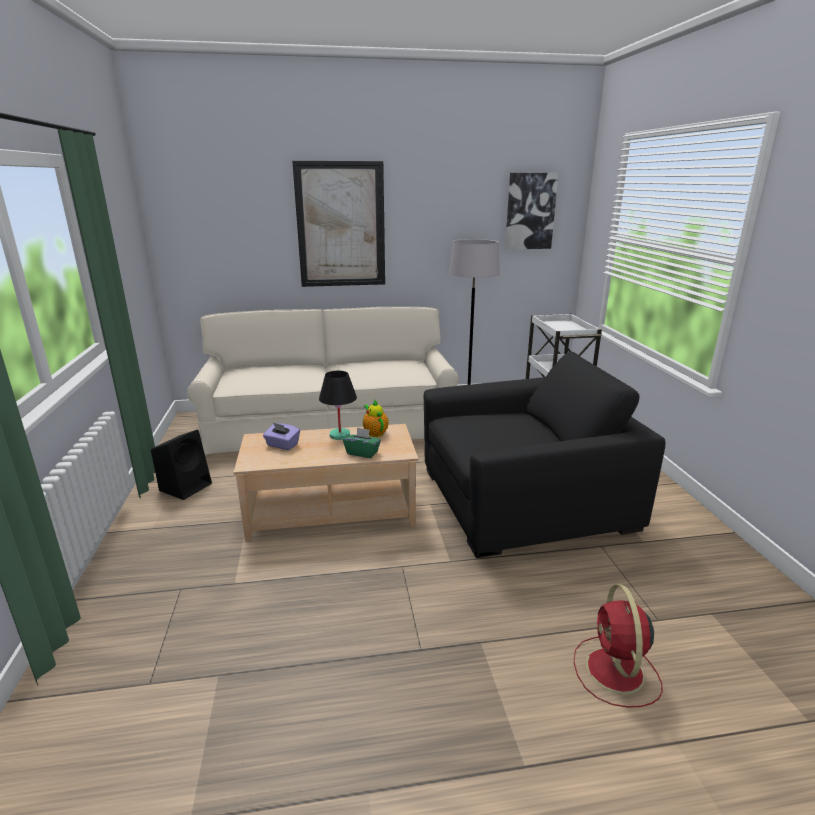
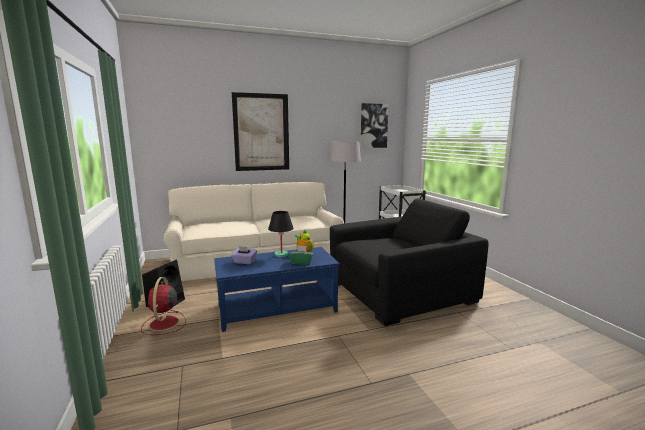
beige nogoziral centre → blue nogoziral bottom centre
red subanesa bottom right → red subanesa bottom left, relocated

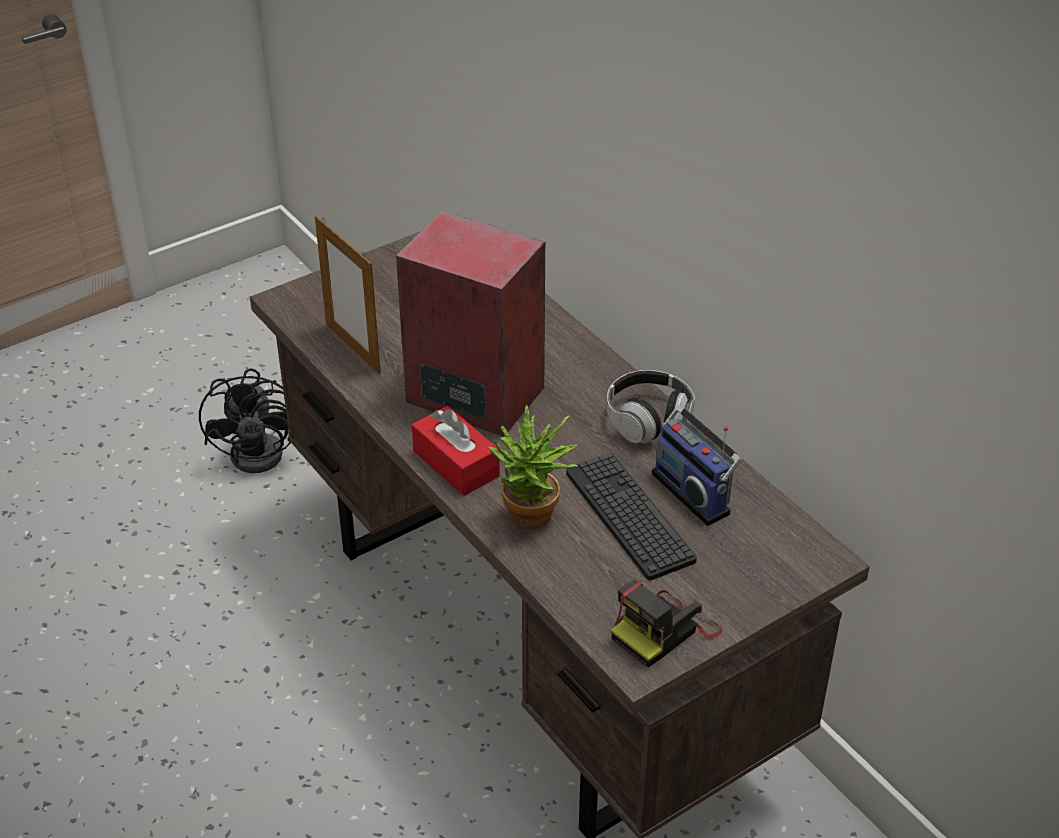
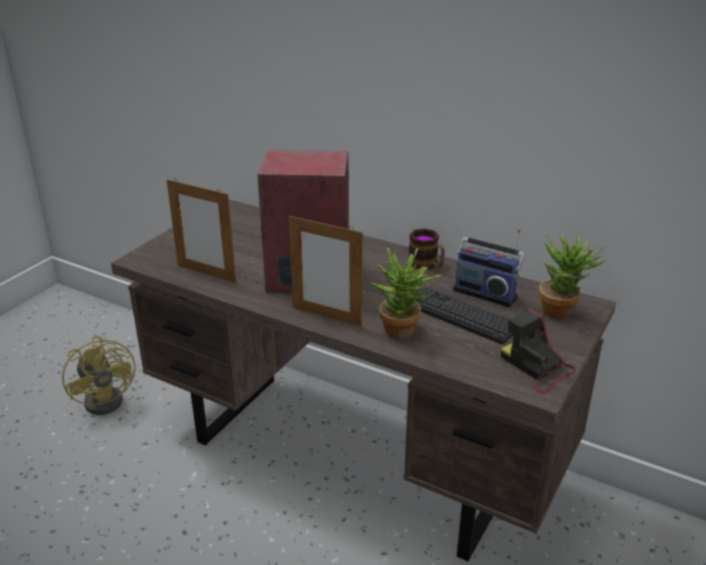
black subanesa middle left → yellow subanesa middle left
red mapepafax centre → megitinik (no. 2 from left) centre
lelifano centre → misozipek centre
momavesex bottom centre → momavesex middle right, 120 degrees clockwise
- → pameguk (no. 2 from left) middle right

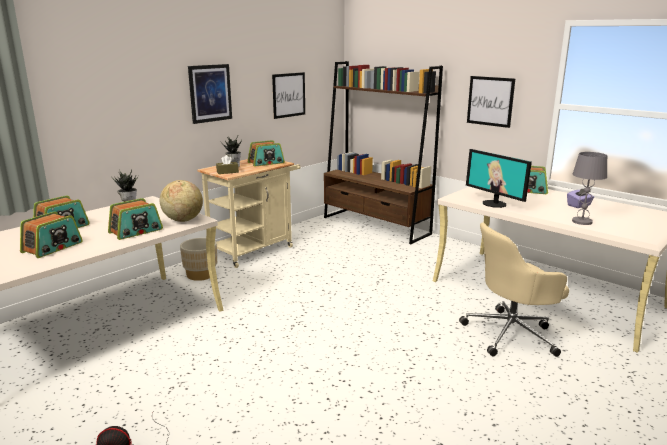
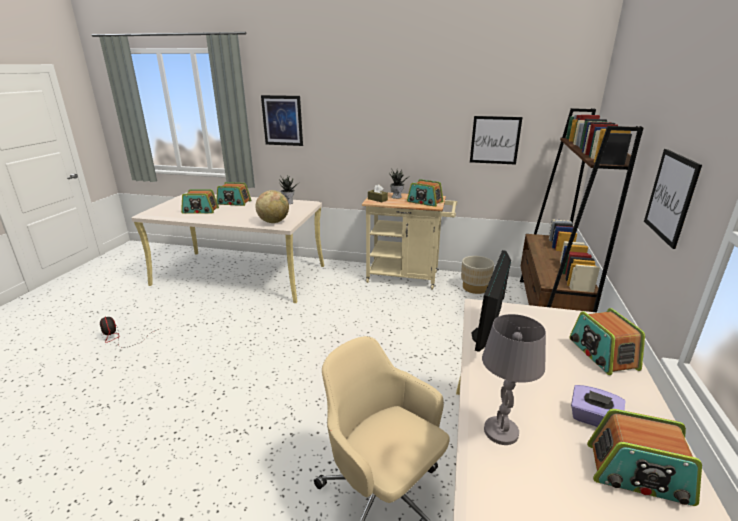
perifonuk (no. 3 from left in the first image) middle left → perifonuk (no. 5 from left) bottom right, relocated
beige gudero middle left → beige gudero centre, relocated
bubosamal (no. 1 from left) top left → bubosamal (no. 1 from left) top centre, relocated

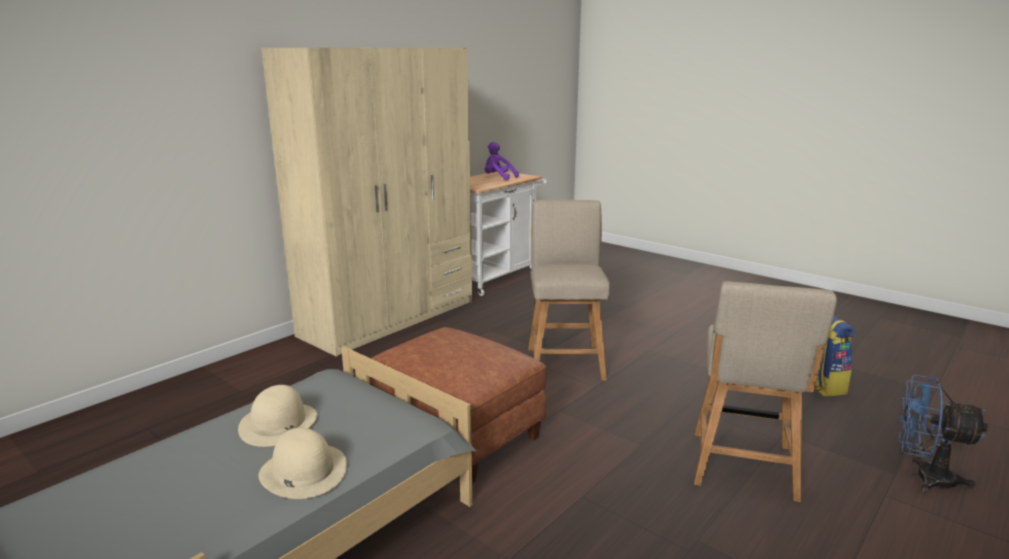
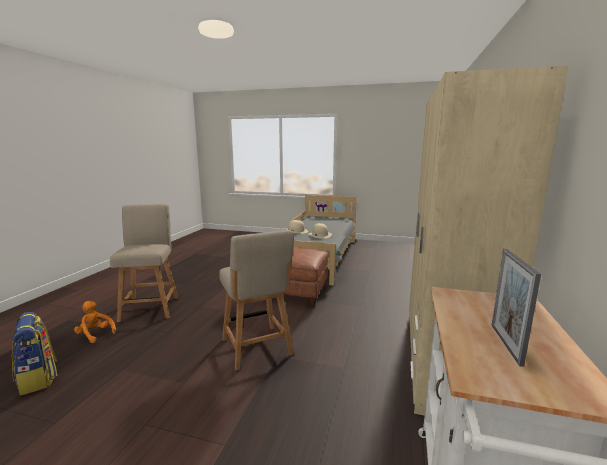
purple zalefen top centre → megitinik middle right
blue subanesa bottom right → -
- → orange zalefen bottom left

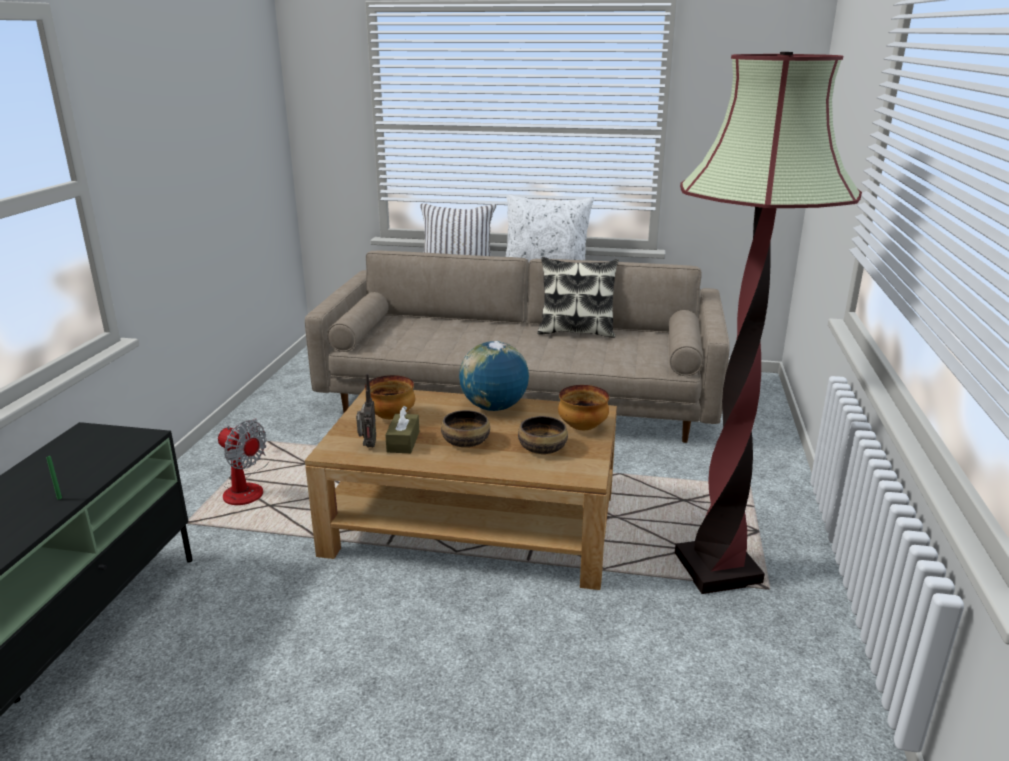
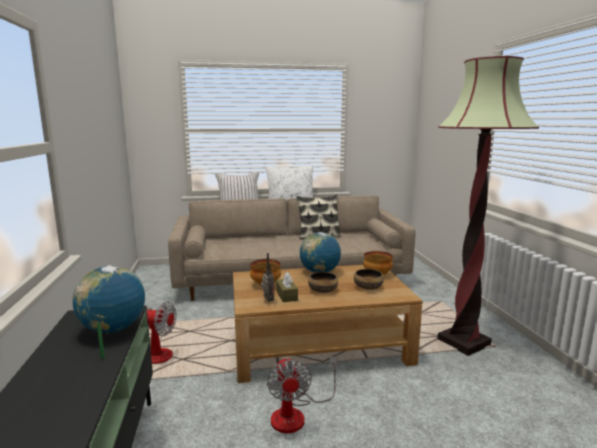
- → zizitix (no. 1 from left) bottom left
- → subanesa (no. 2 from left) bottom centre

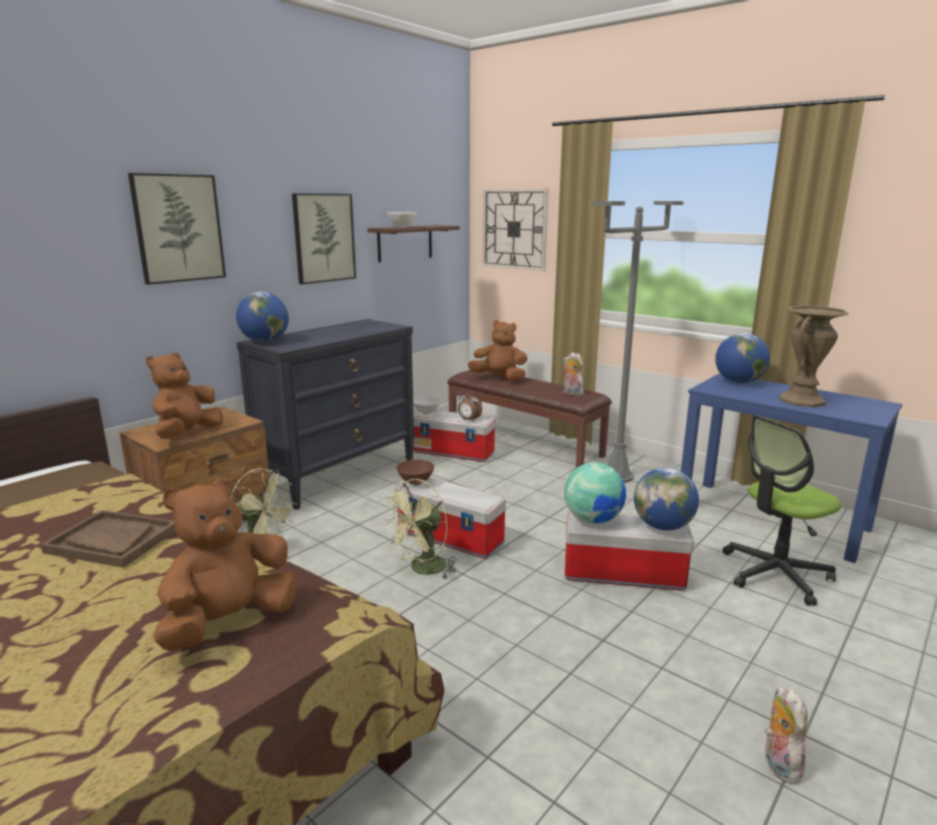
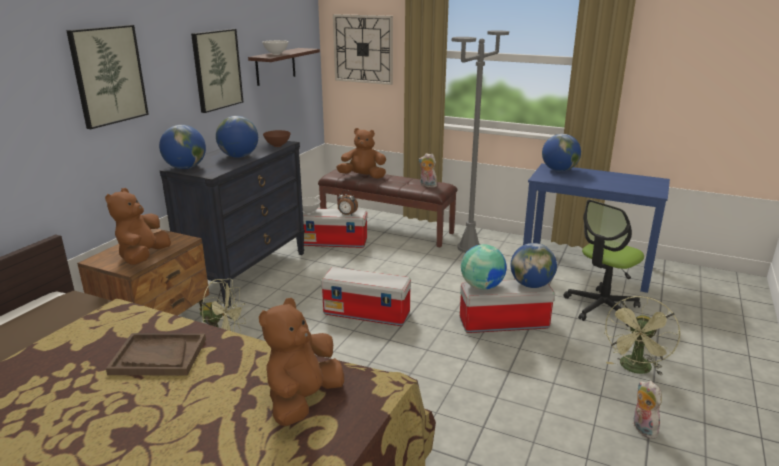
green subanesa (no. 2 from left) centre → green subanesa (no. 2 from left) bottom right, relocated
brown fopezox centre → brown fopezox top centre, relocated
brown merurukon middle right → -
- → zizitix (no. 2 from left) top left

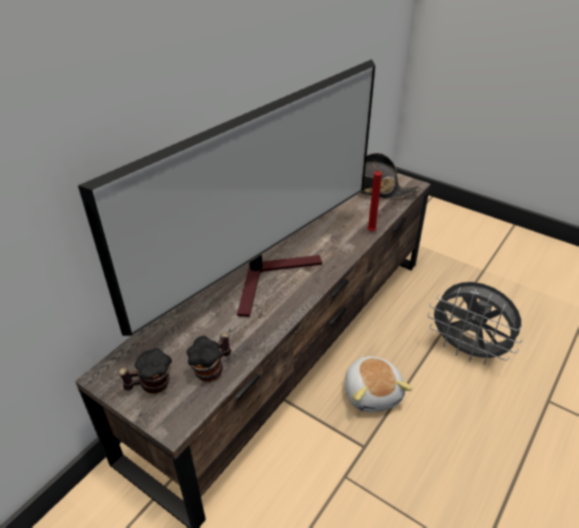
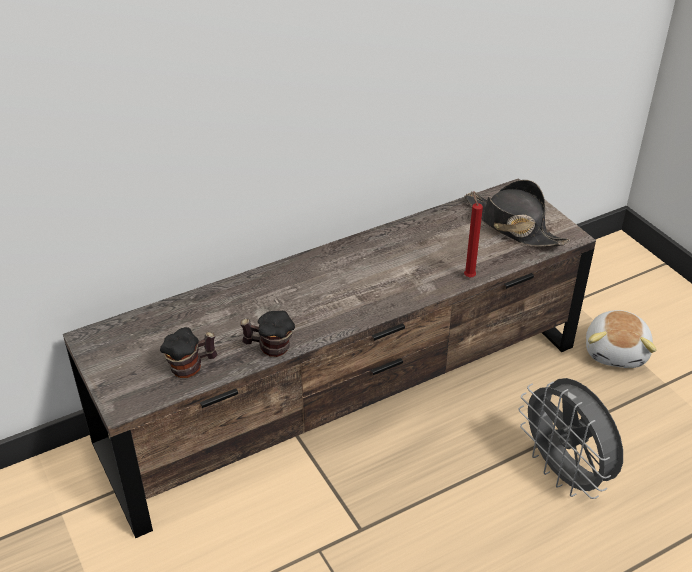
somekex centre → -
misozipek (no. 1 from left in the first image) bottom left → misozipek (no. 2 from left) centre, relocated
zalefen bottom centre → zalefen middle right, relocated

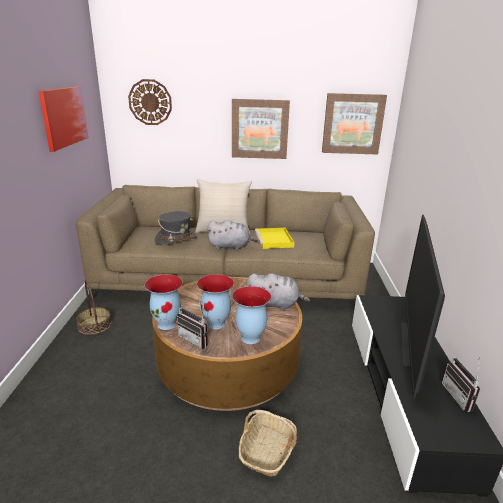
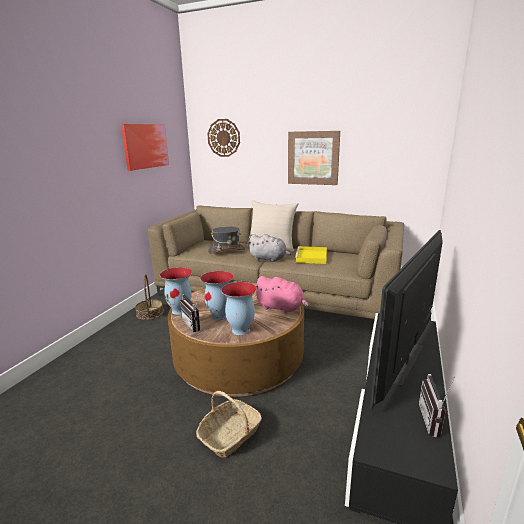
grey zalefen (no. 2 from left) centre → pink zalefen centre
bubosamal (no. 3 from left) top right → -

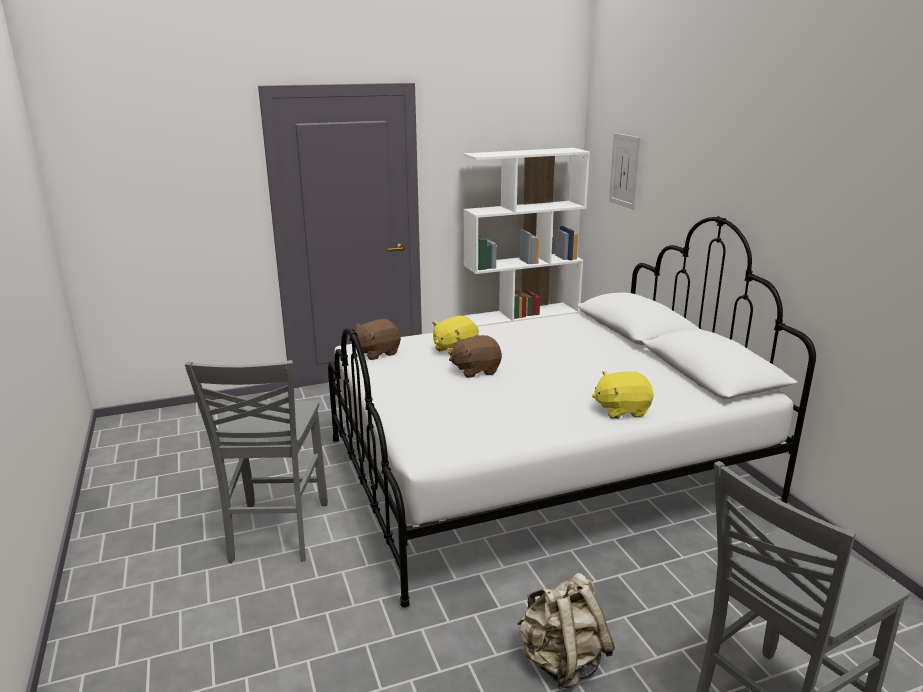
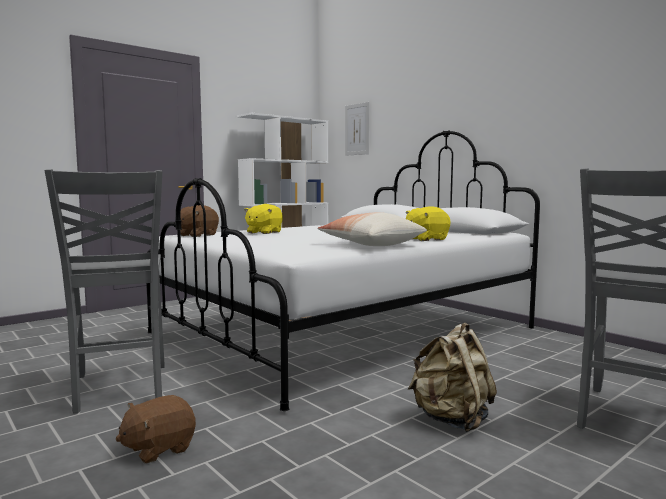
brown zalefen (no. 2 from left in the first image) centre → brown zalefen (no. 1 from left) bottom left, relocated
- → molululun centre

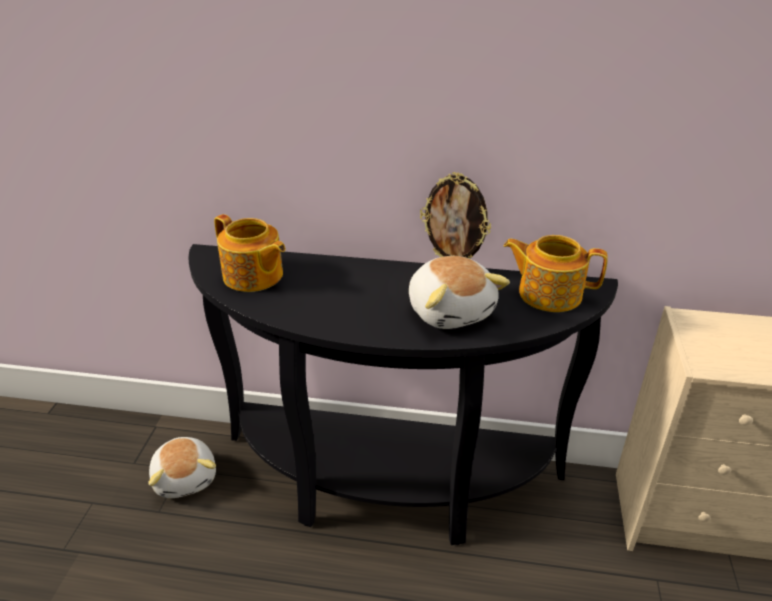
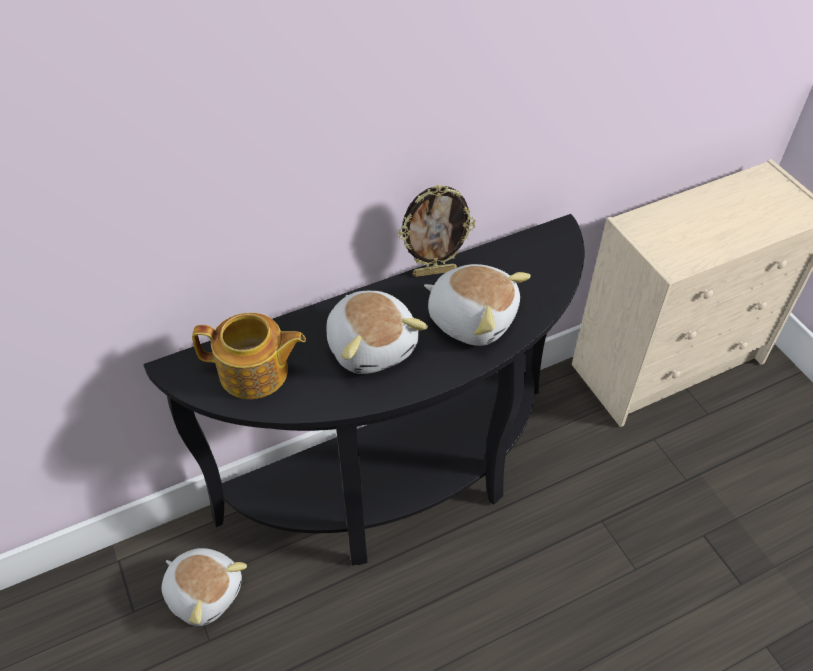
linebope (no. 2 from left) middle right → -
- → zalefen (no. 2 from left) centre

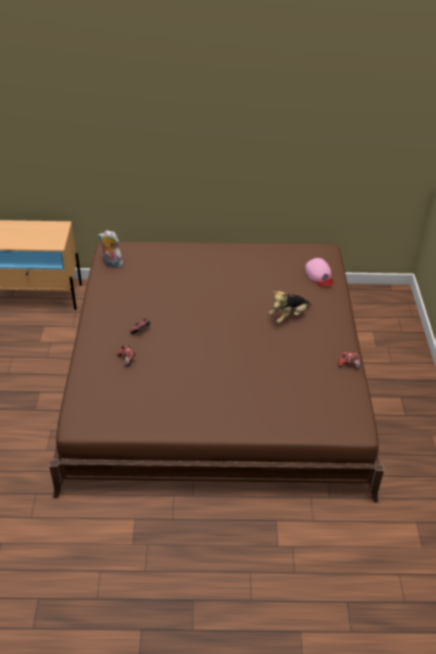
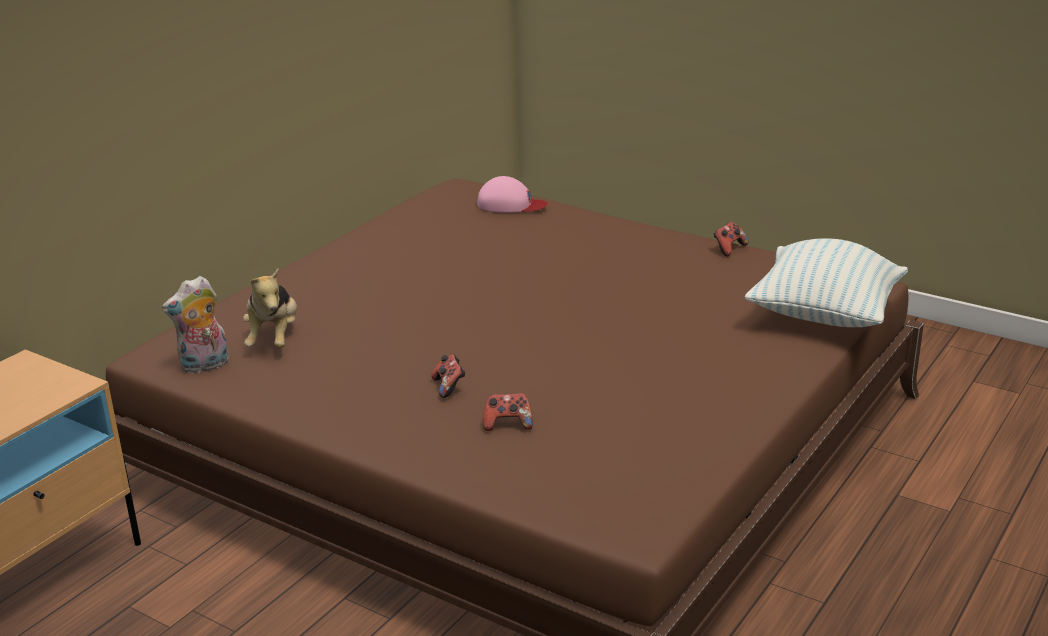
zalefen (no. 2 from left) centre → zalefen (no. 2 from left) middle left, relocated
- → molululun middle right

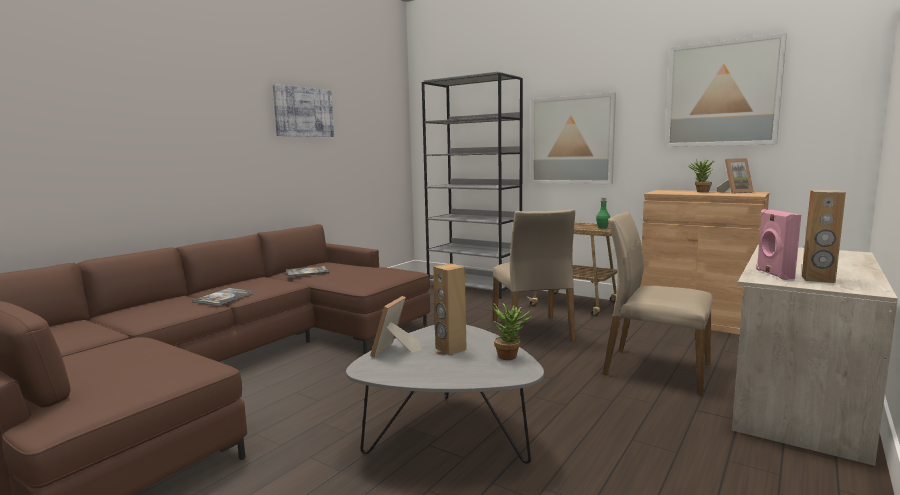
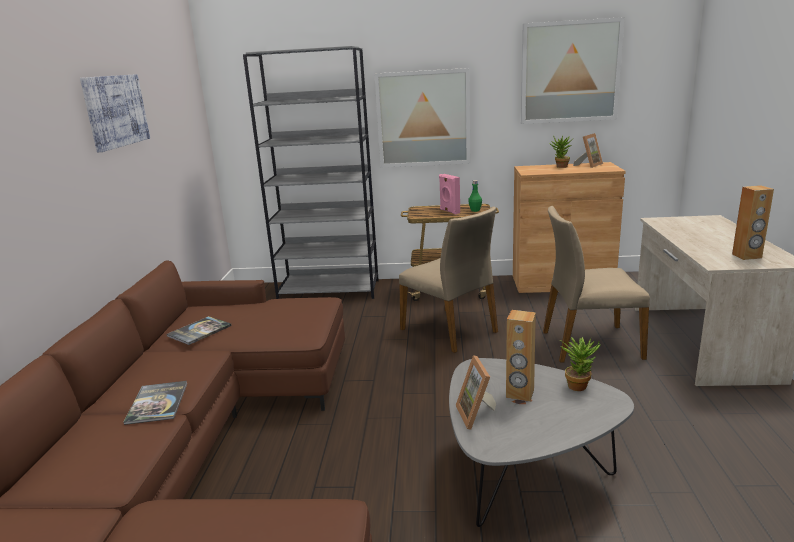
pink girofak middle right → pink girofak centre, relocated

